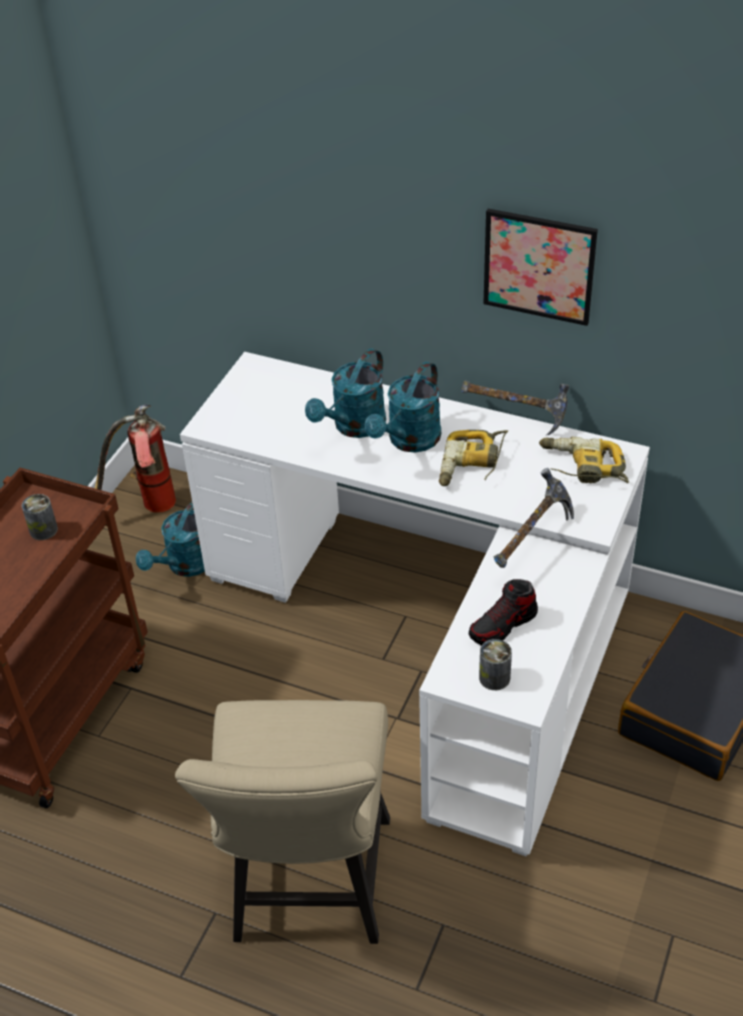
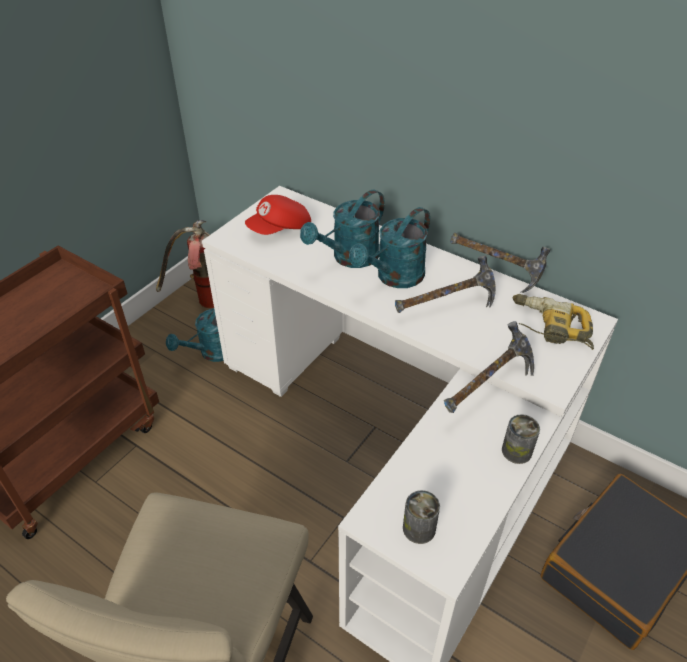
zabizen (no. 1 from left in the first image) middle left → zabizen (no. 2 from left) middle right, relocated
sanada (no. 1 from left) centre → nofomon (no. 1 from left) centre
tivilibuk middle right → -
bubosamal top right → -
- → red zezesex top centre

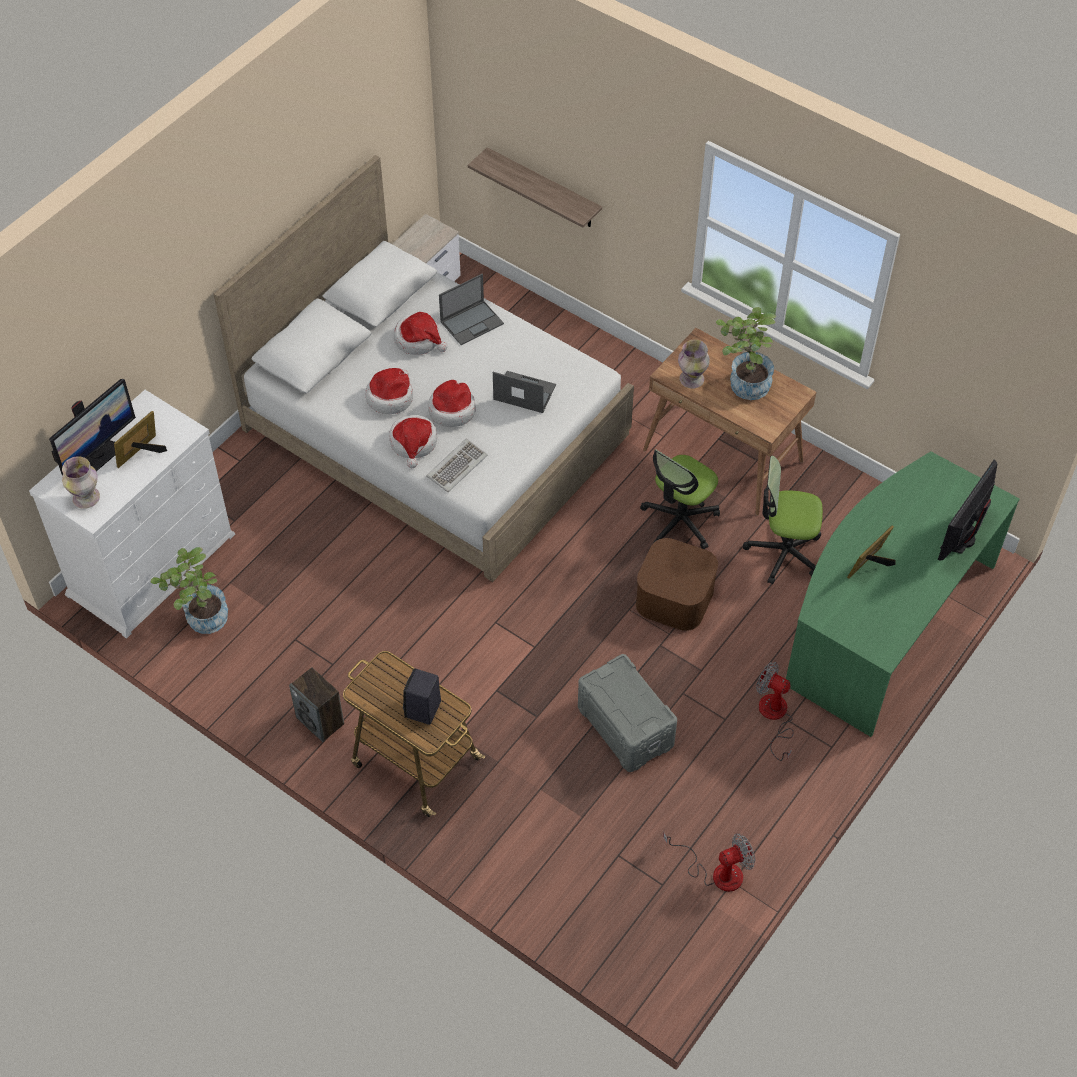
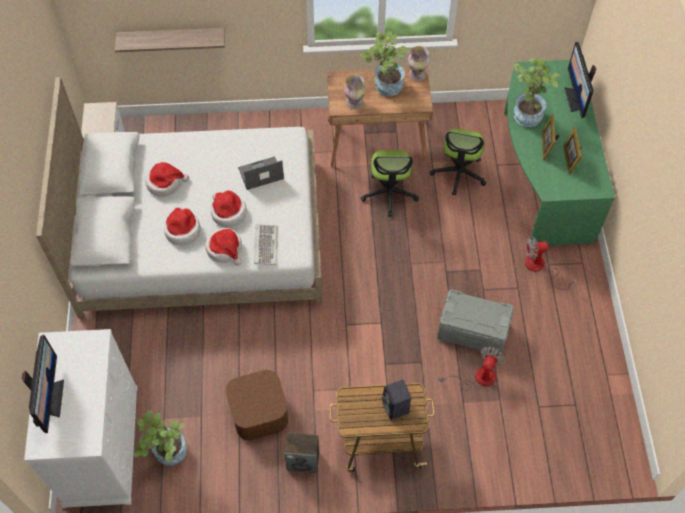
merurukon (no. 1 from left in the first image) middle left → merurukon (no. 2 from left) top centre, relocated
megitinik (no. 1 from left in the first image) middle left → megitinik (no. 2 from left) top right, relocated
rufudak (no. 1 from left) top centre → -
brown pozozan centre → brown pozozan bottom centre, relocated
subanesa (no. 1 from left) bottom centre → subanesa (no. 1 from left) bottom right, relocated
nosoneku (no. 2 from left) middle right → nosoneku (no. 2 from left) top right, 45 degrees counterclockwise
- → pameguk (no. 3 from left) top right

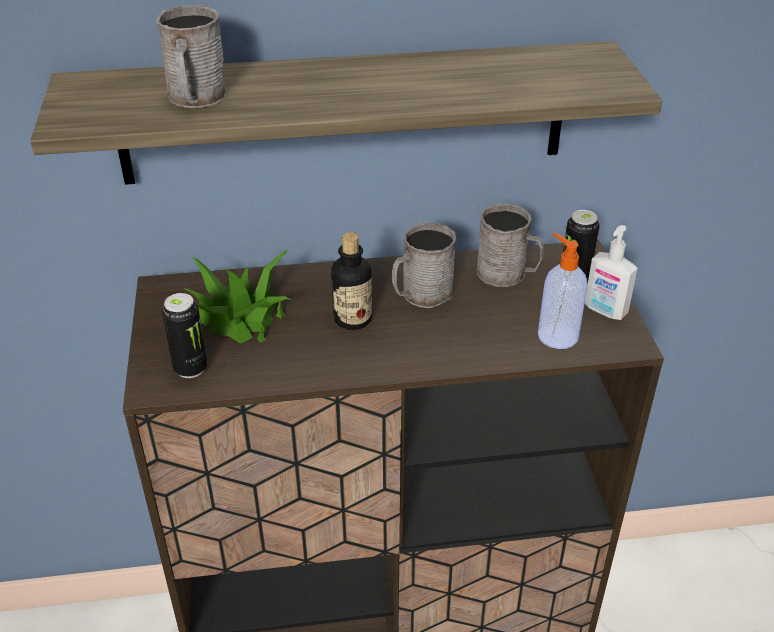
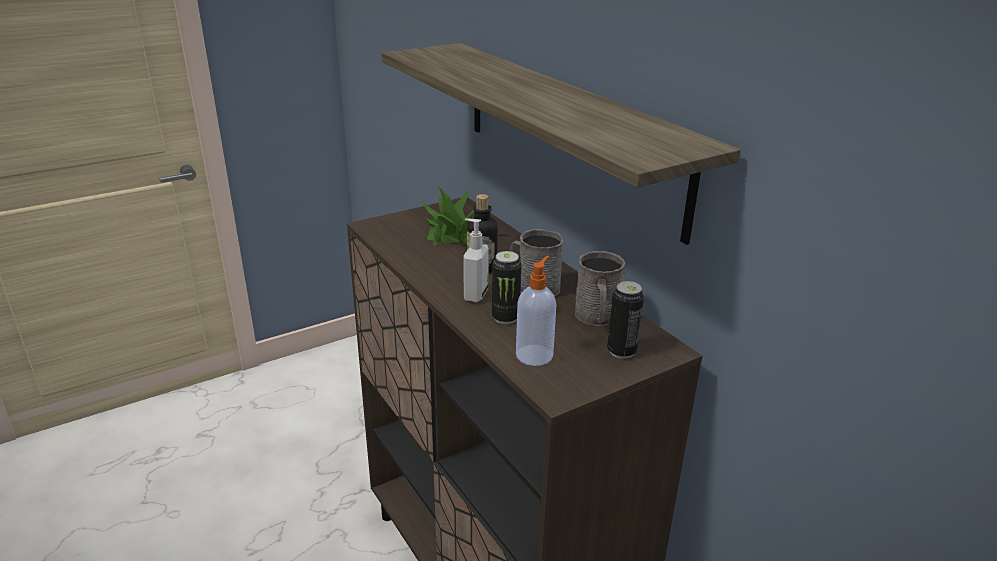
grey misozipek (no. 1 from left) top left → -
zabizen (no. 1 from left) middle left → zabizen (no. 1 from left) centre, relocated
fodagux (no. 2 from left in the first image) middle right → fodagux (no. 1 from left) centre, relocated

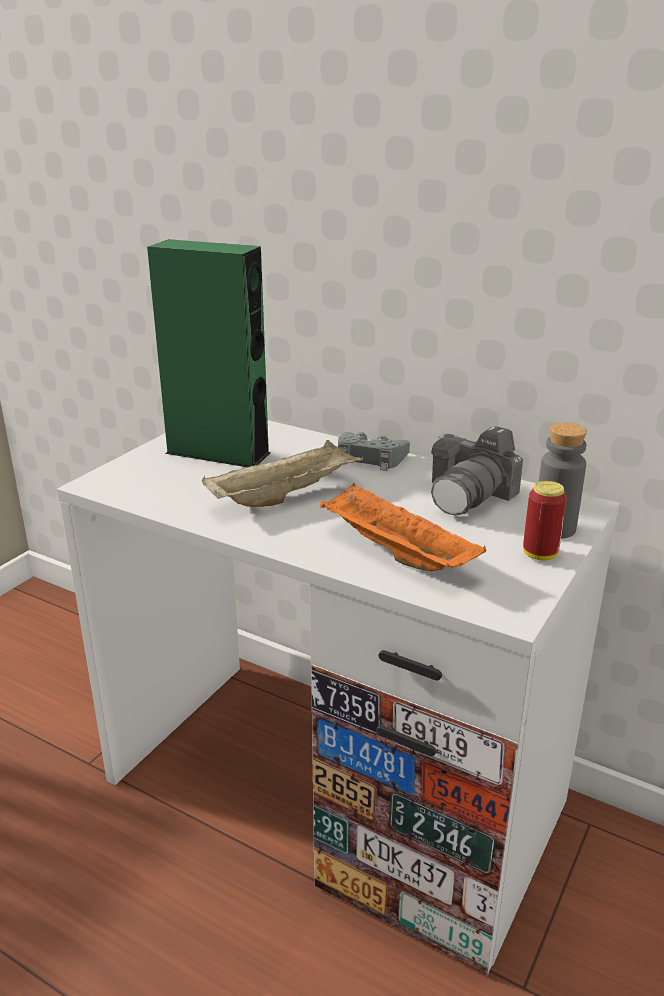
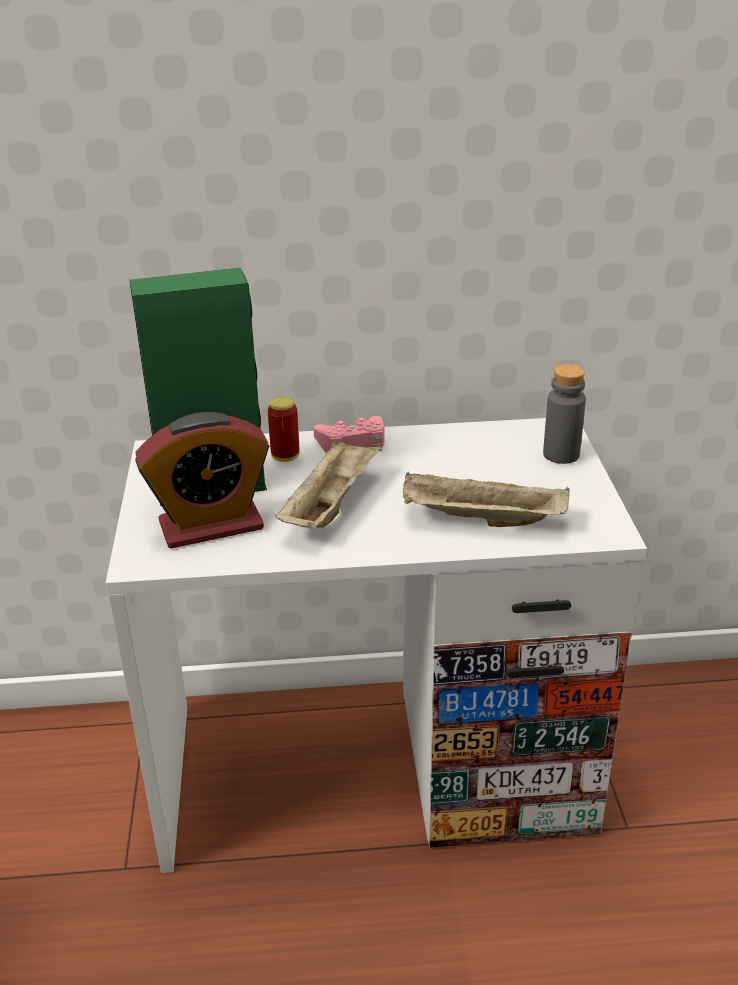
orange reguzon centre → beige reguzon (no. 2 from left) centre
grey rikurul centre → pink rikurul centre
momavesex middle right → -
zabizen middle right → zabizen centre, relocated
- → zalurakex middle left

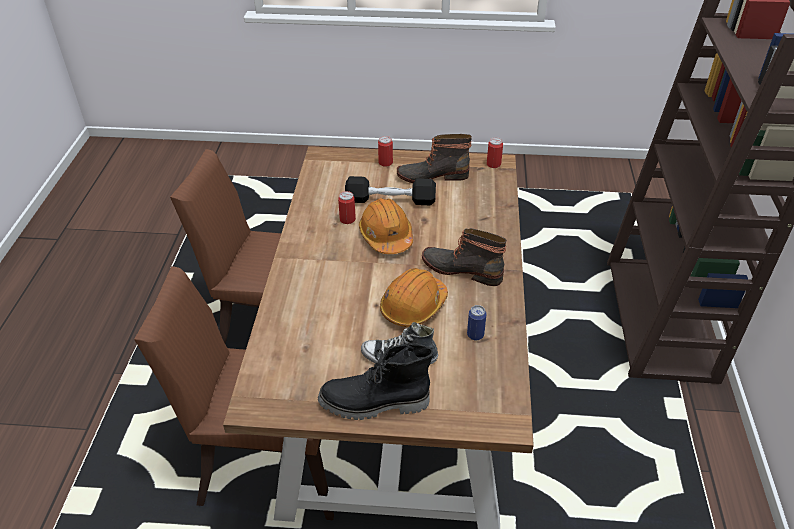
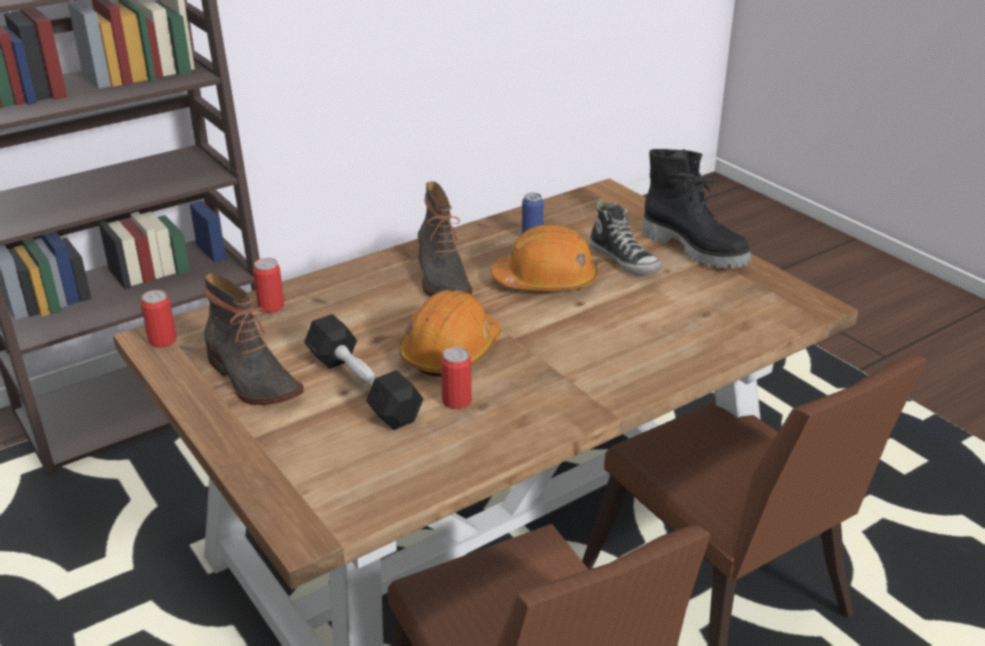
zabizen (no. 2 from left) top centre → zabizen (no. 2 from left) middle left, relocated

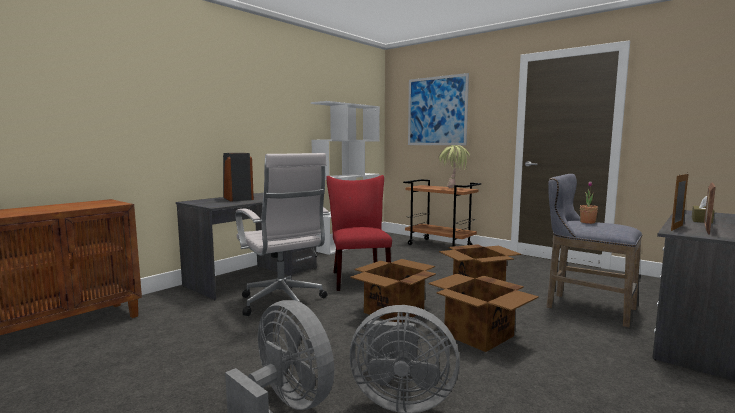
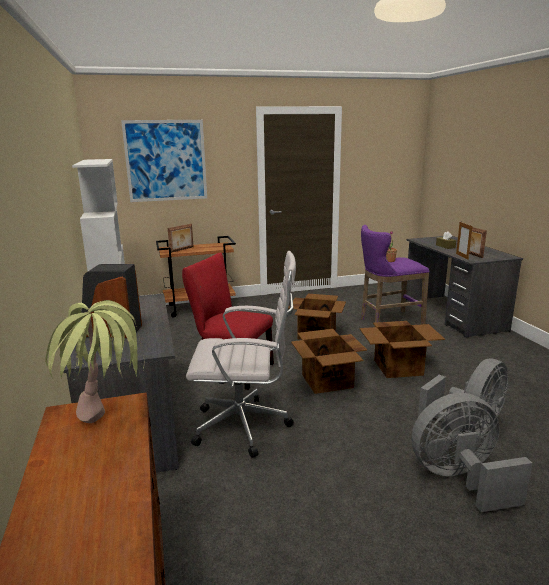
pameguk (no. 1 from left) centre → pameguk (no. 1 from left) middle left, relocated
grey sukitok middle right → purple sukitok middle right
- → megitinik (no. 1 from left) middle left

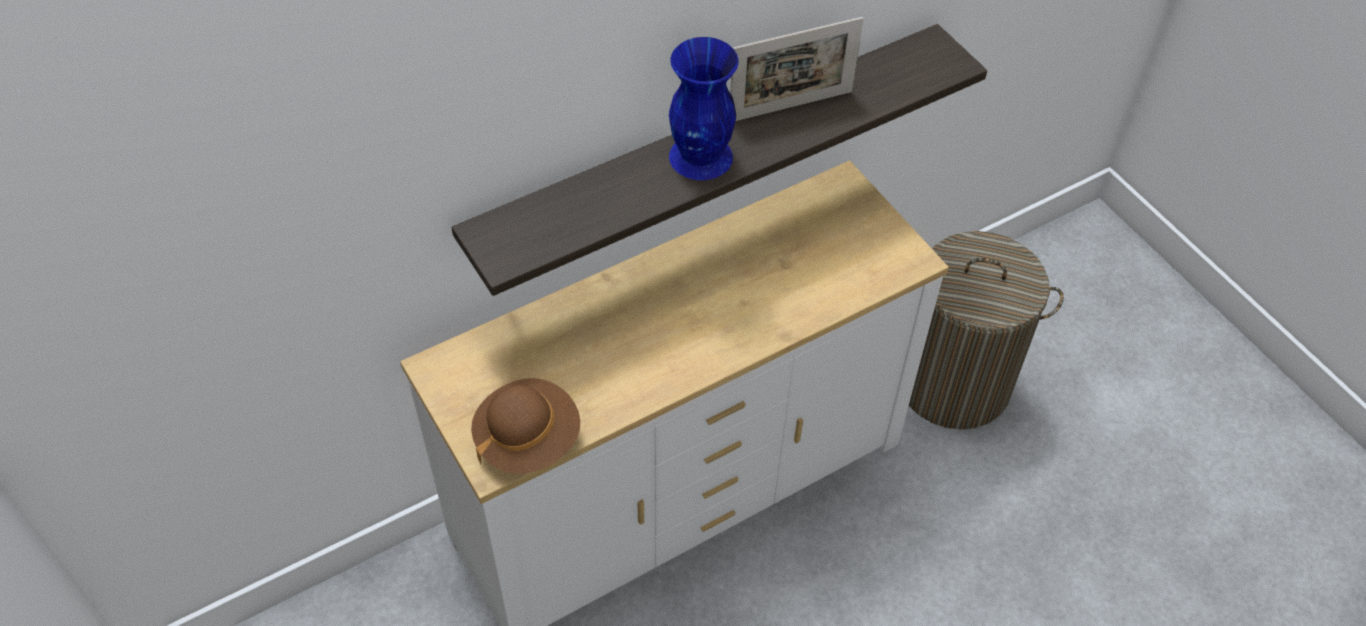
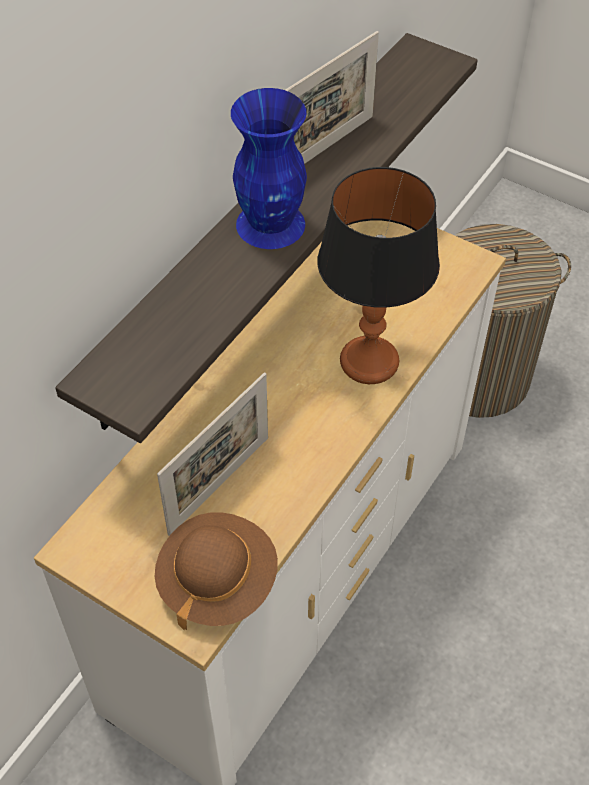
- → megitinik (no. 1 from left) centre
- → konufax centre

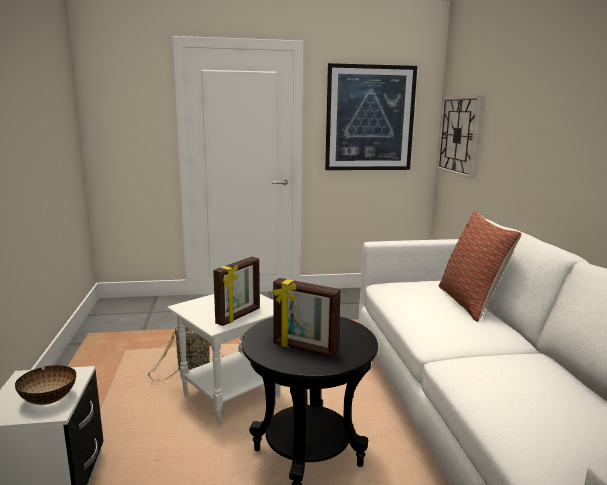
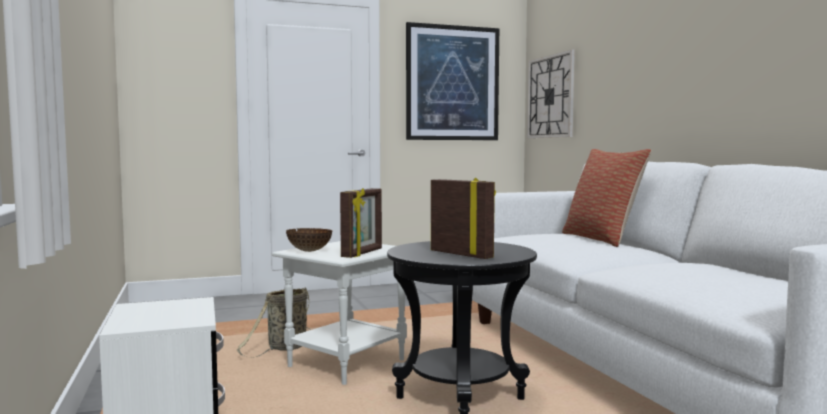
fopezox bottom left → fopezox centre, relocated
megitinik (no. 2 from left) centre, 150 degrees counterclockwise

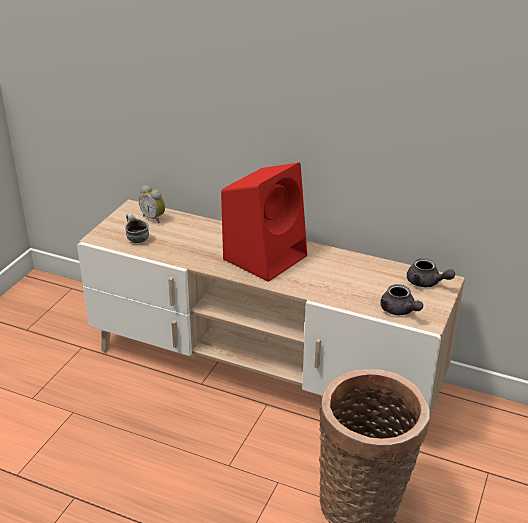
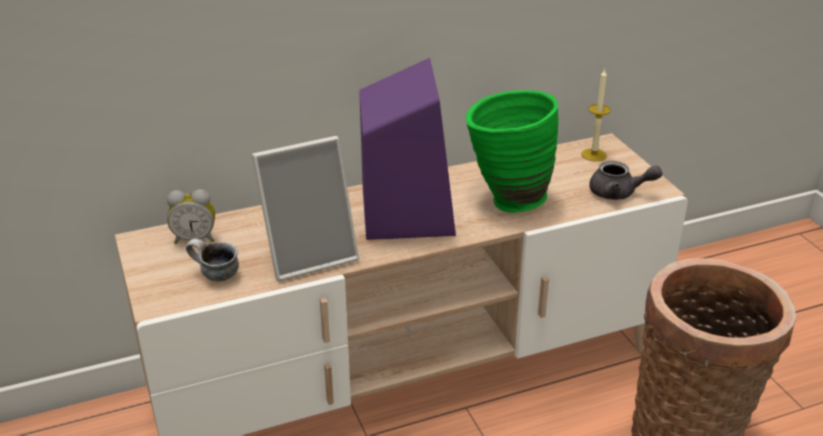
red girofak centre → purple girofak centre
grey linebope (no. 2 from left) middle right → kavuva top right
- → megitinik centre
- → green merurukon centre

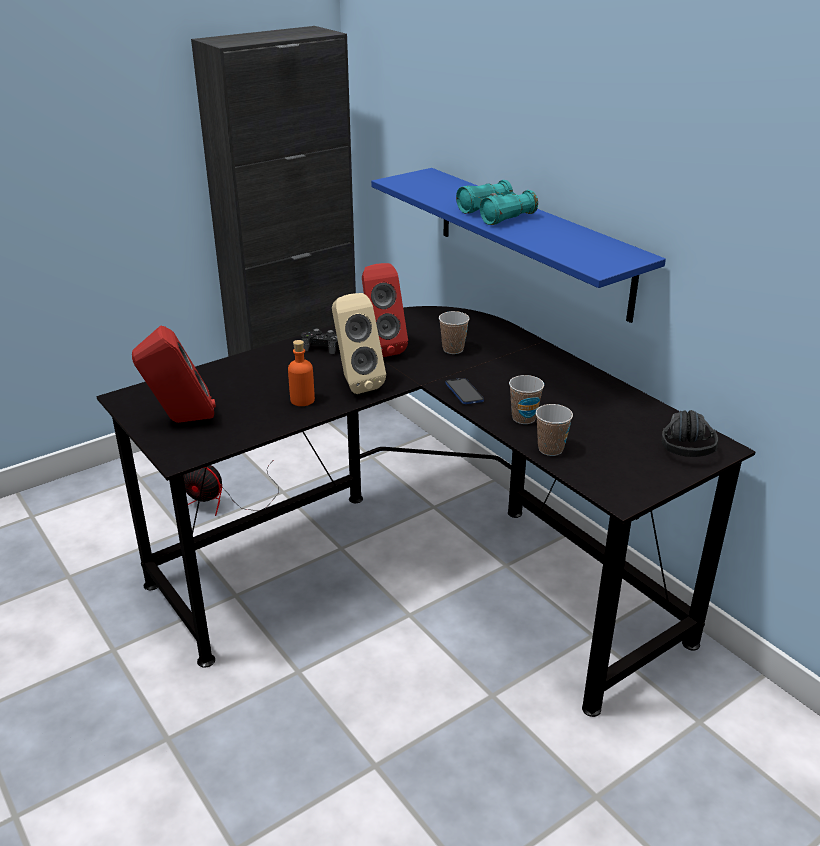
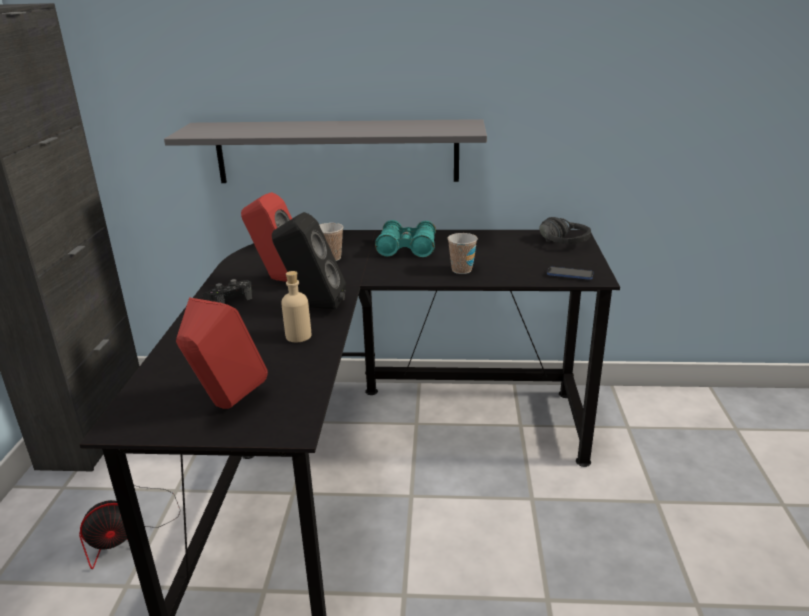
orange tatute centre → beige tatute centre
beige girofak centre → black girofak centre
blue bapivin top centre → grey bapivin top centre
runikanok centre → runikanok middle right, relocated
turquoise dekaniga top centre → turquoise dekaniga centre, relocated
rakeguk (no. 3 from left) middle right → -

